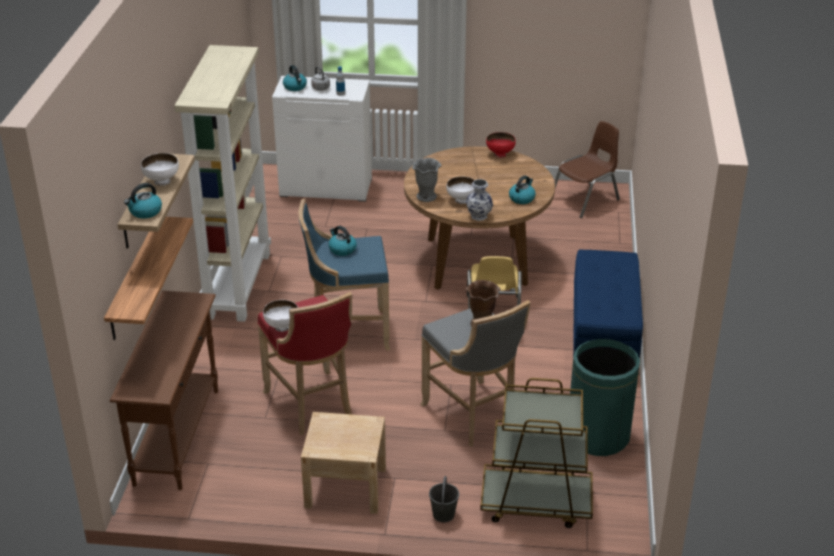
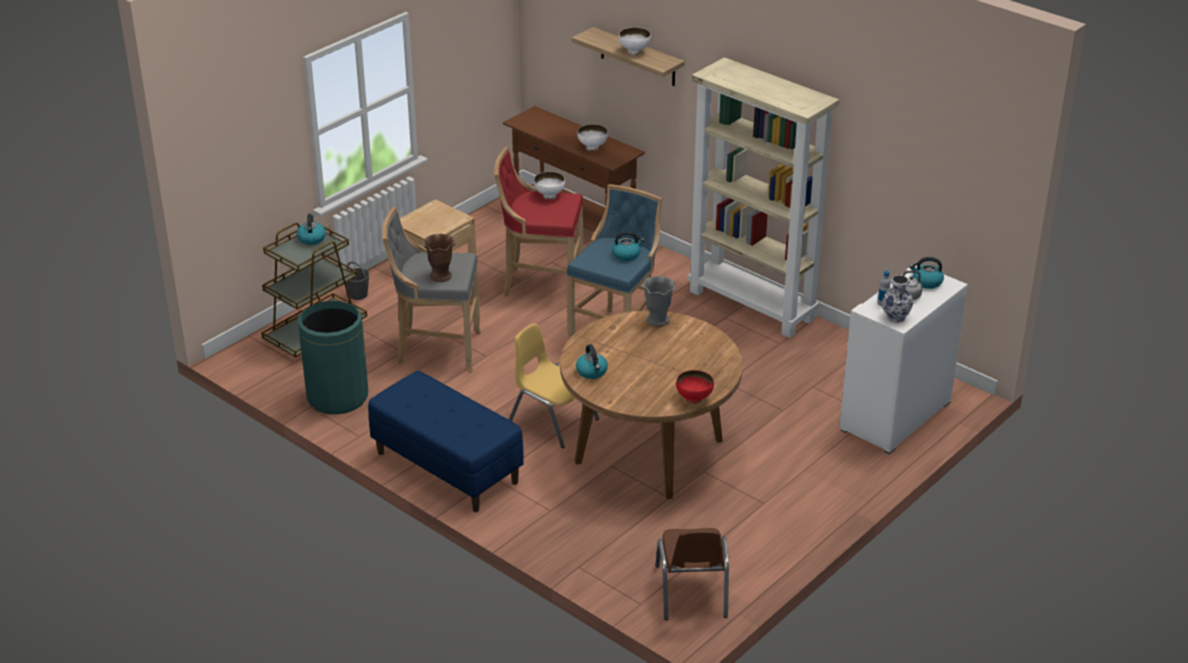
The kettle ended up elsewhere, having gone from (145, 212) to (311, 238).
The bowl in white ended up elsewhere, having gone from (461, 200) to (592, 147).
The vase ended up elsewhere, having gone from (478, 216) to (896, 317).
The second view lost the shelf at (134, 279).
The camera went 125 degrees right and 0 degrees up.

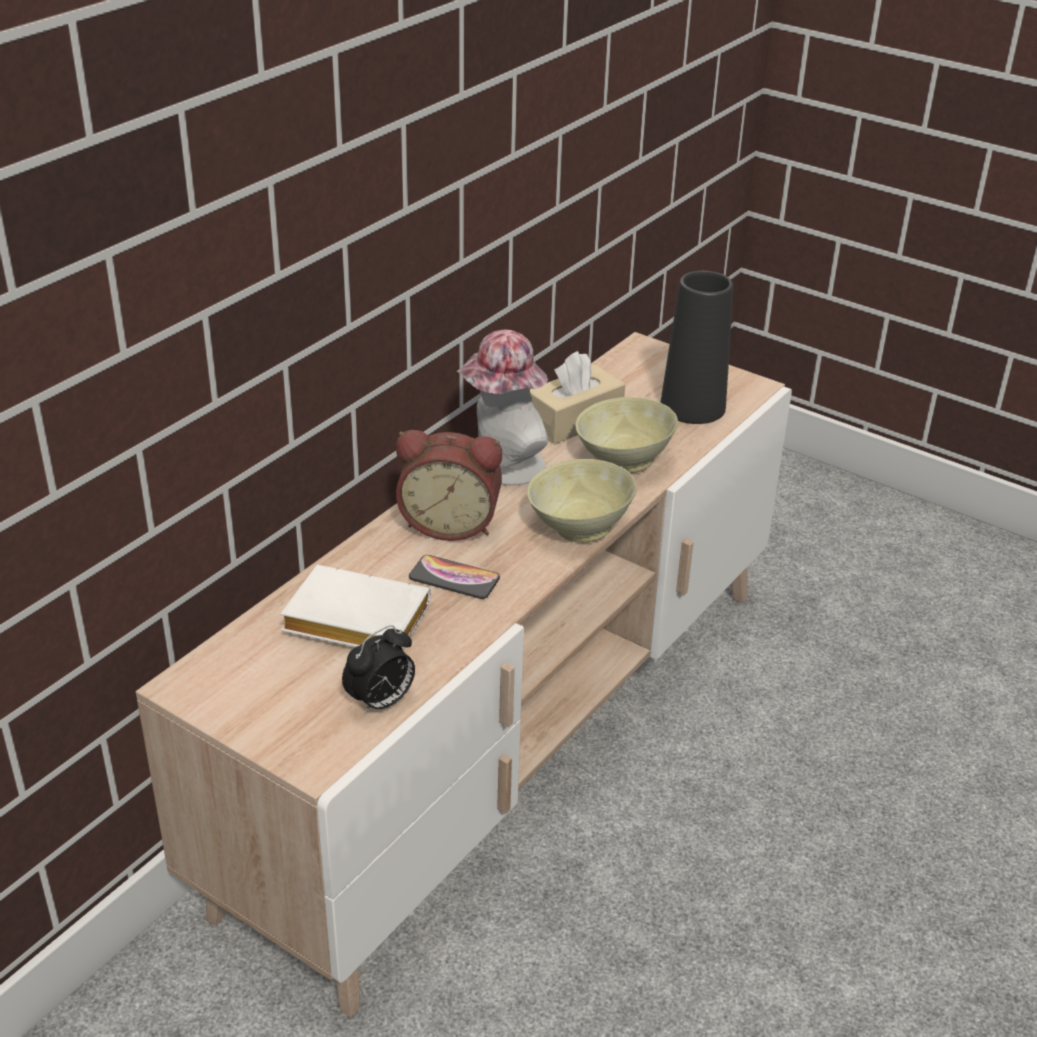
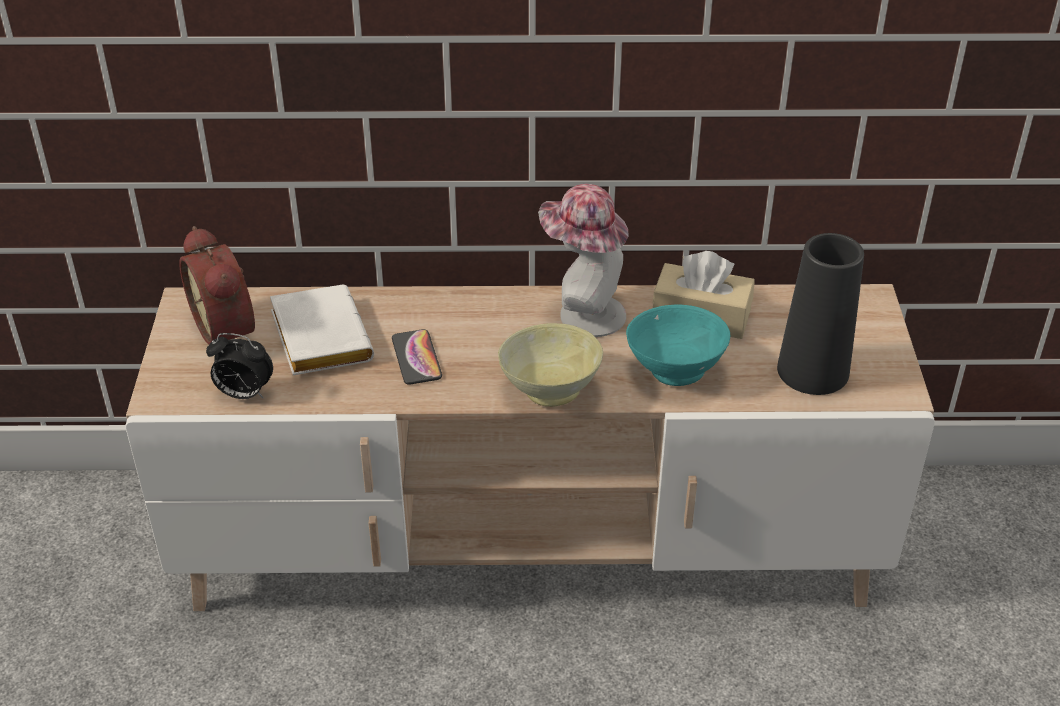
The alarm clock ended up elsewhere, having gone from (450, 523) to (229, 328).
What was the bowl in beige at (622, 460) turned into the bowl in turquoise at (675, 368).
The camera went 55 degrees right and 5 degrees up.

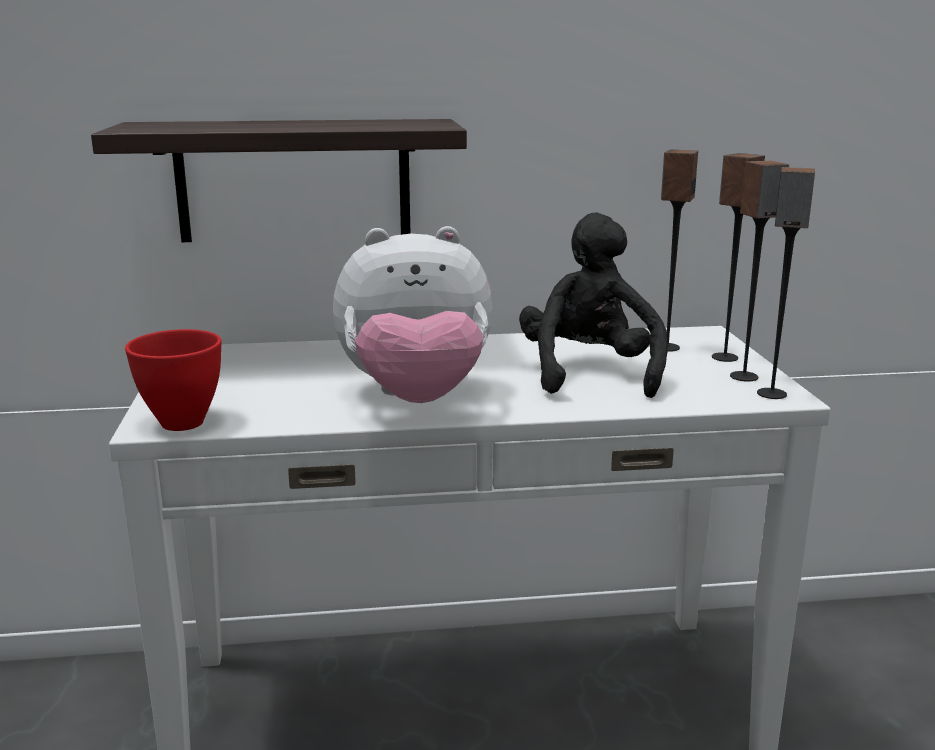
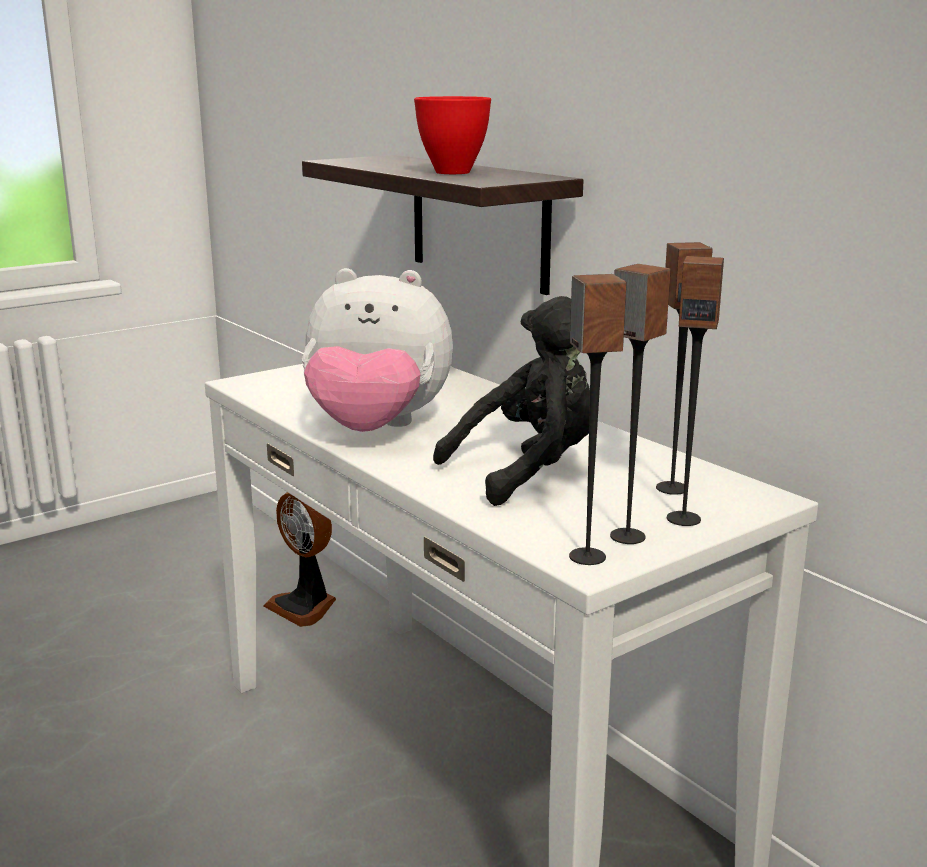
The second view gained the fan at (305, 606).
The plush toy at (416, 399) ended up facing another way, 45 degrees counterclockwise from before.
The bowl in red ended up elsewhere, having gone from (183, 424) to (451, 172).
The camera went 60 degrees right and 0 degrees up.

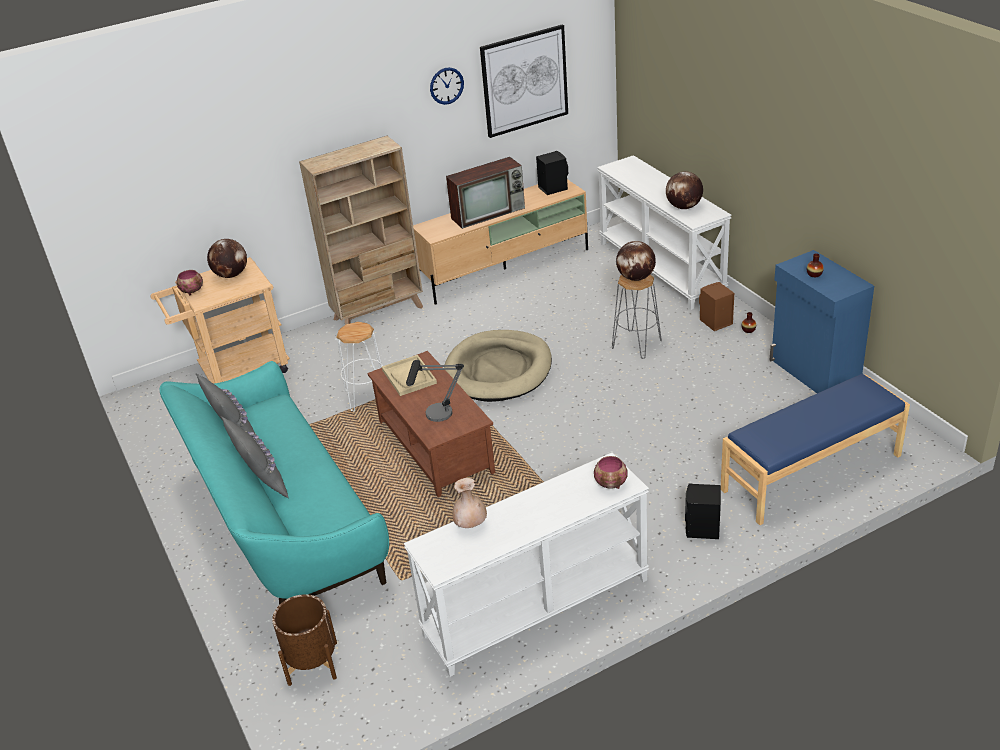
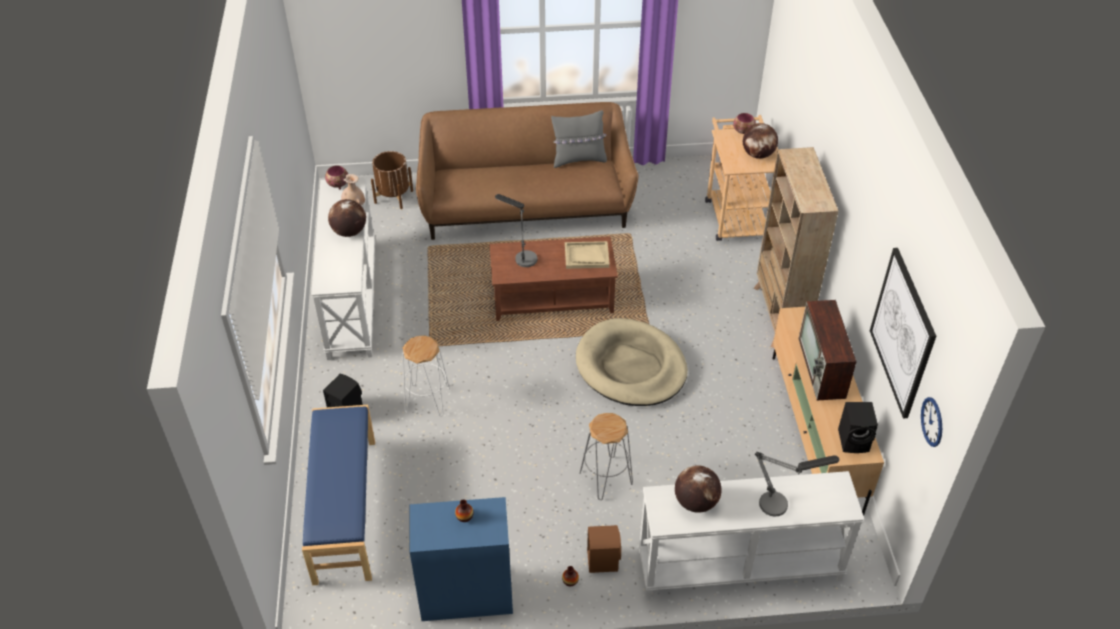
The bowl ended up elsewhere, having gone from (611, 484) to (337, 185).
The globe ended up elsewhere, having gone from (636, 278) to (349, 232).
The stool in white ended up elsewhere, having gone from (367, 397) to (427, 399).
What was the sofa in turquoise at (283, 524) turned into the sofa in brown at (526, 207).
The second view gained the table lamp at (782, 504).
The wall clock ended up elsewhere, having gone from (446, 85) to (932, 421).
The second view lost the pillow in grey at (262, 482).
The camera went 110 degrees right and 10 degrees up.

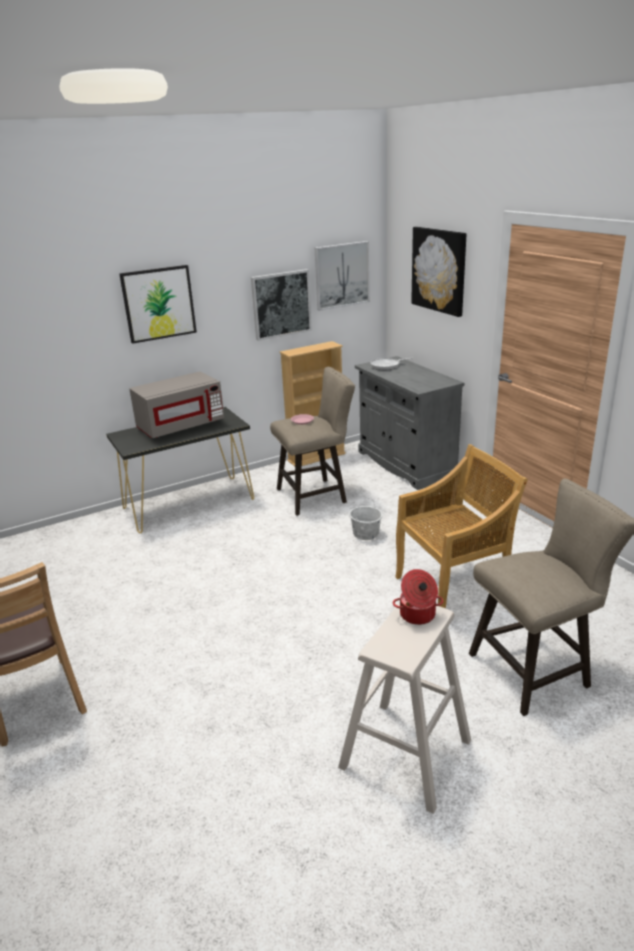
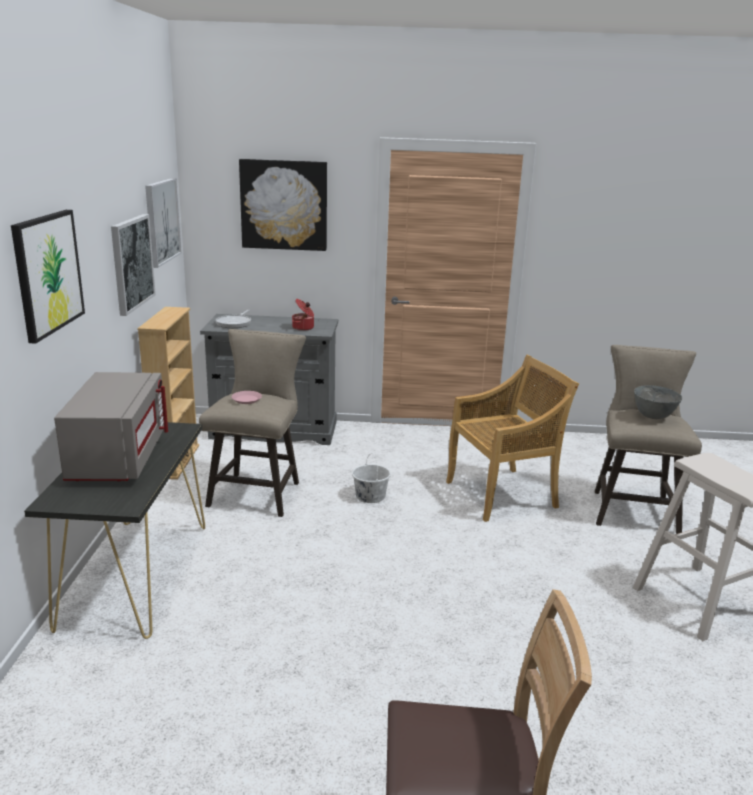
The cooking pot ended up elsewhere, having gone from (417, 615) to (303, 328).
The chair in beige at (453, 587) ended up facing another way, 60 degrees clockwise from before.
The second view gained the bowl in grey at (653, 416).
The camera went 60 degrees left and 5 degrees down.

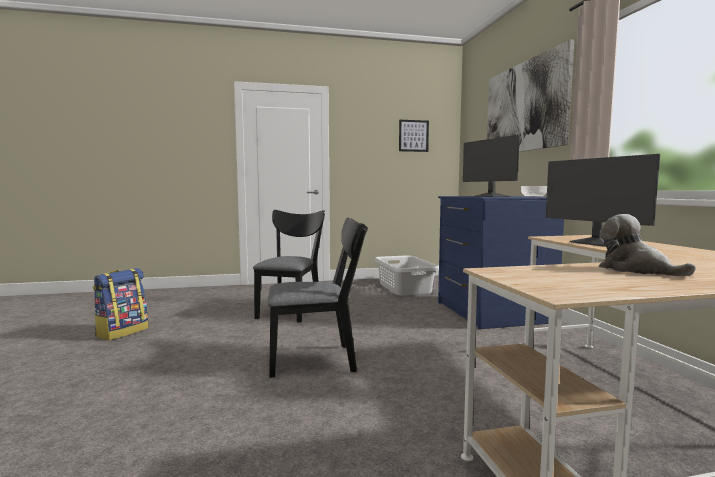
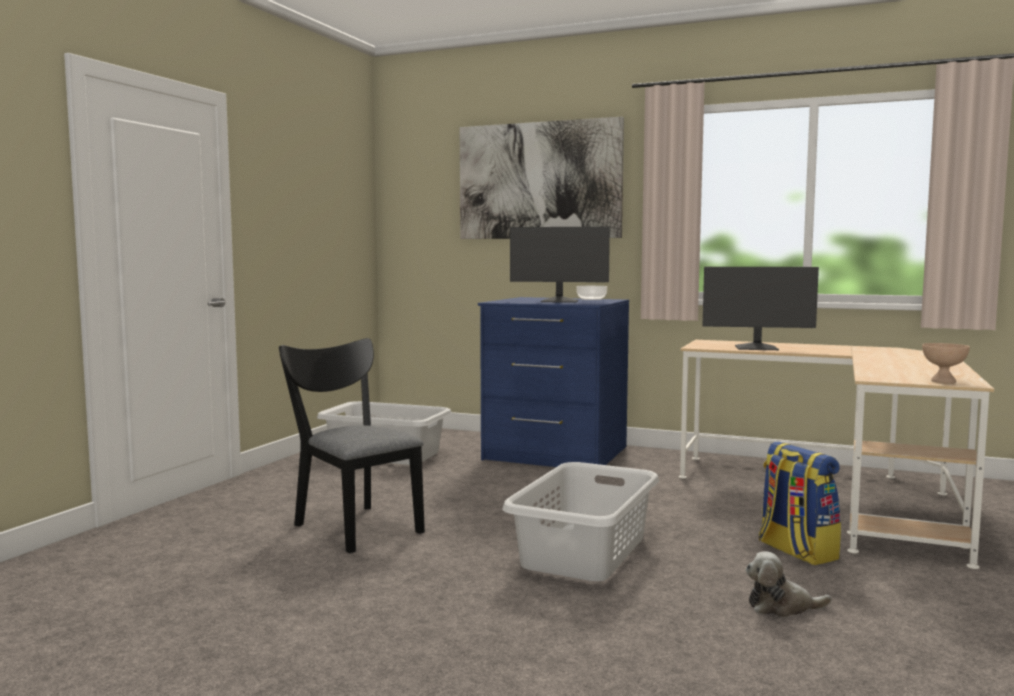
Where the chair in black stood at (319, 360), the laundry basket in grey came to stand at (586, 551).
The plush toy ended up elsewhere, having gone from (636, 270) to (781, 607).
The backpack ended up elsewhere, having gone from (122, 332) to (795, 551).
The second view gained the bowl in beige at (942, 381).
The second view lost the picture at (413, 136).
The camera went 55 degrees left and 0 degrees up.

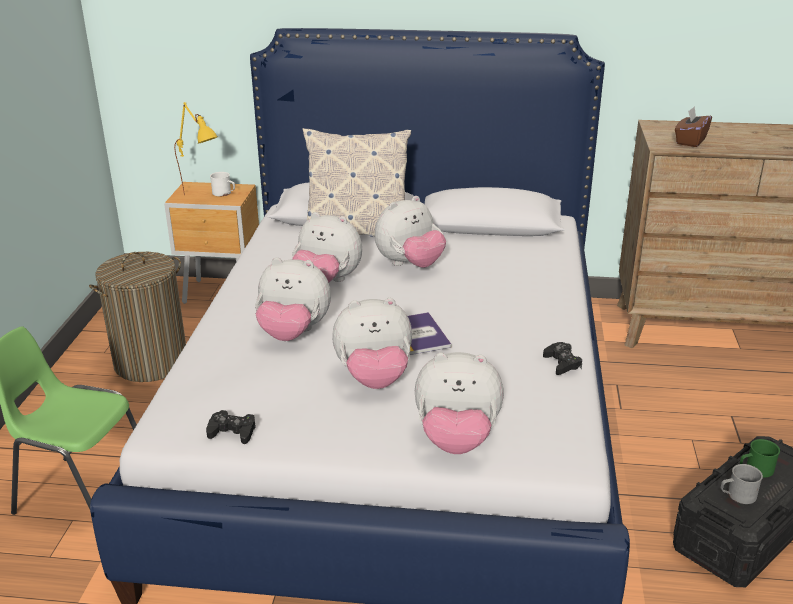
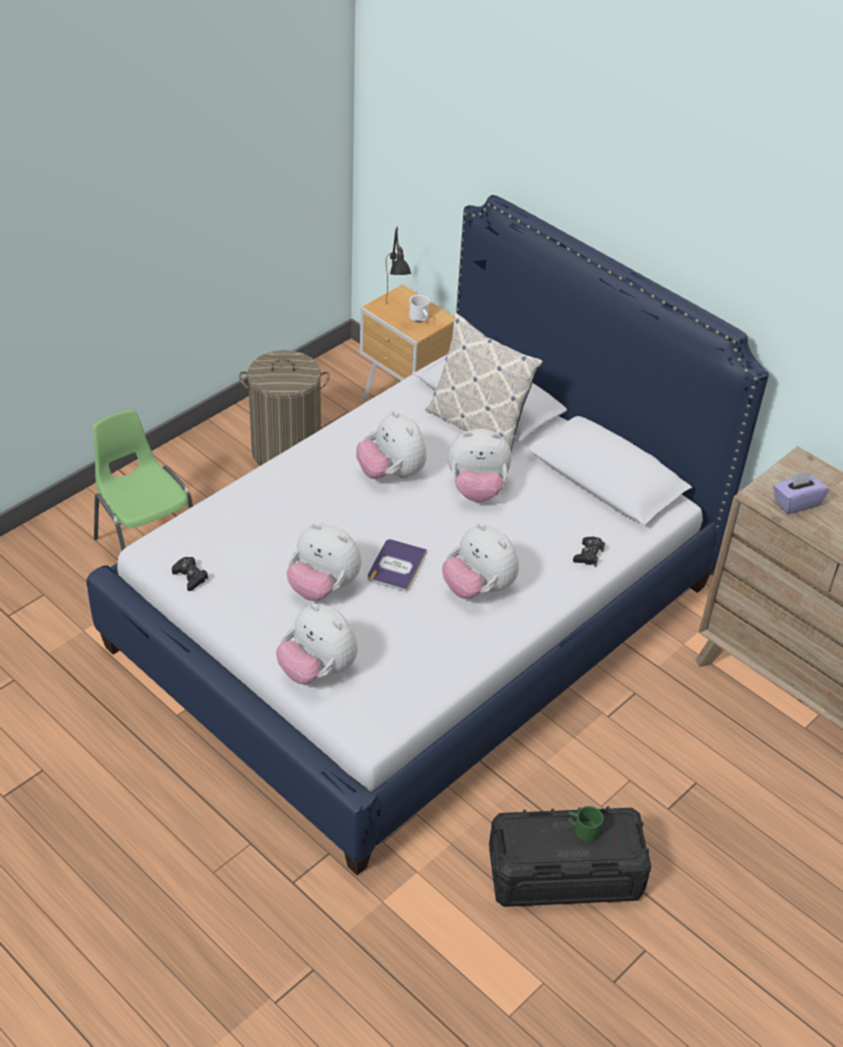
What was the table lamp in yellow at (202, 198) turned into the table lamp in black at (395, 317).
The plush toy ended up elsewhere, having gone from (293, 333) to (478, 588).
The game controller in black ended up elsewhere, having gone from (562, 363) to (588, 555).
What was the tissue box in brown at (690, 141) turned into the tissue box in purple at (796, 503).
The second view lost the mug in grey at (737, 495).
The camera went 35 degrees right and 15 degrees up.

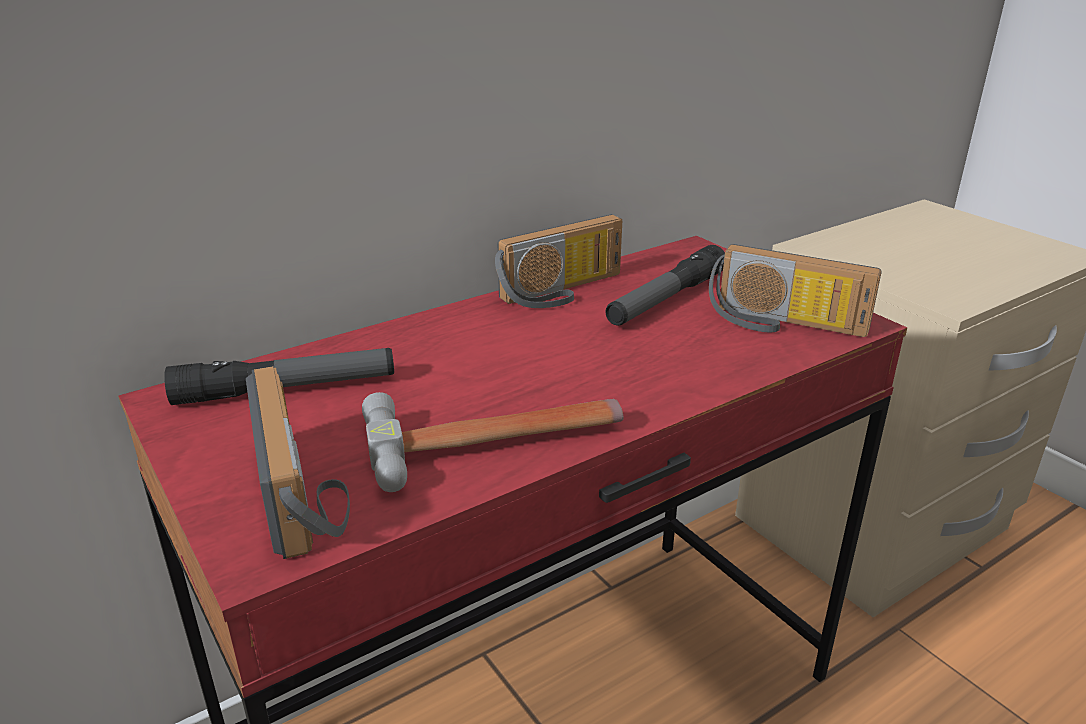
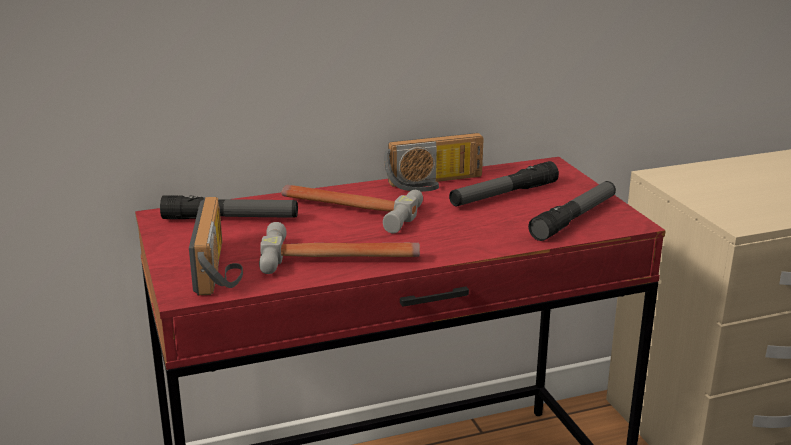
The second view gained the hammer at (347, 210).
Where the radio stood at (783, 324), the flashlight came to stand at (574, 218).
The camera went 15 degrees right and 5 degrees down.

